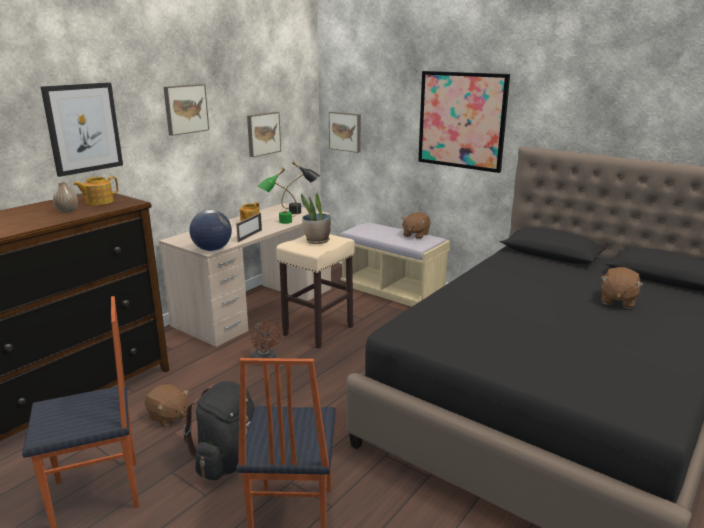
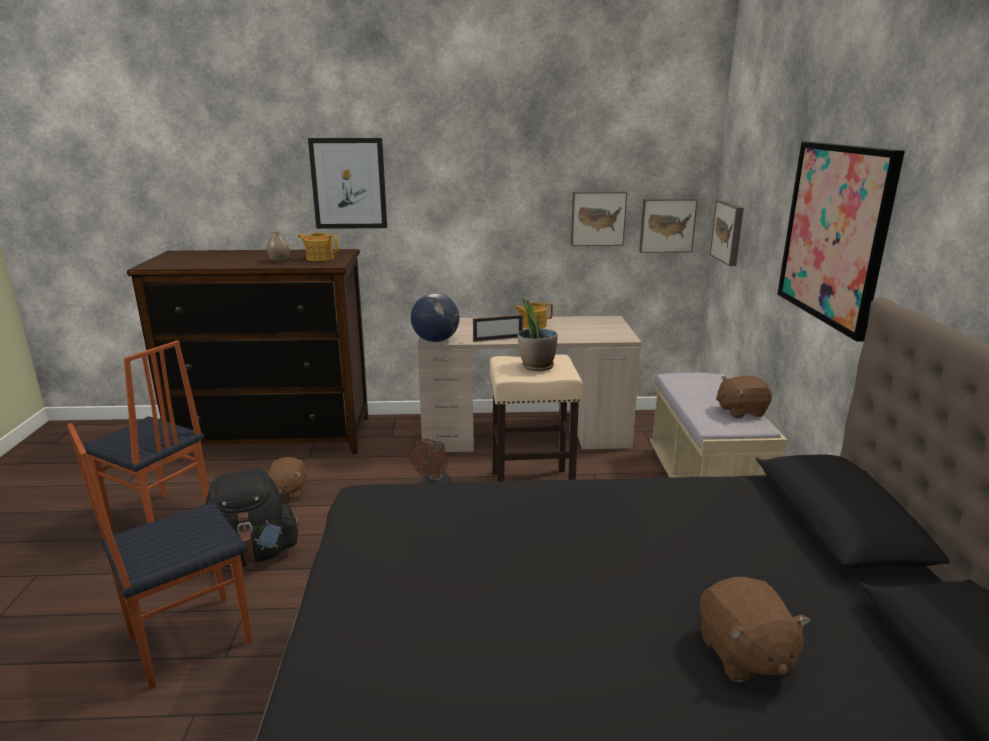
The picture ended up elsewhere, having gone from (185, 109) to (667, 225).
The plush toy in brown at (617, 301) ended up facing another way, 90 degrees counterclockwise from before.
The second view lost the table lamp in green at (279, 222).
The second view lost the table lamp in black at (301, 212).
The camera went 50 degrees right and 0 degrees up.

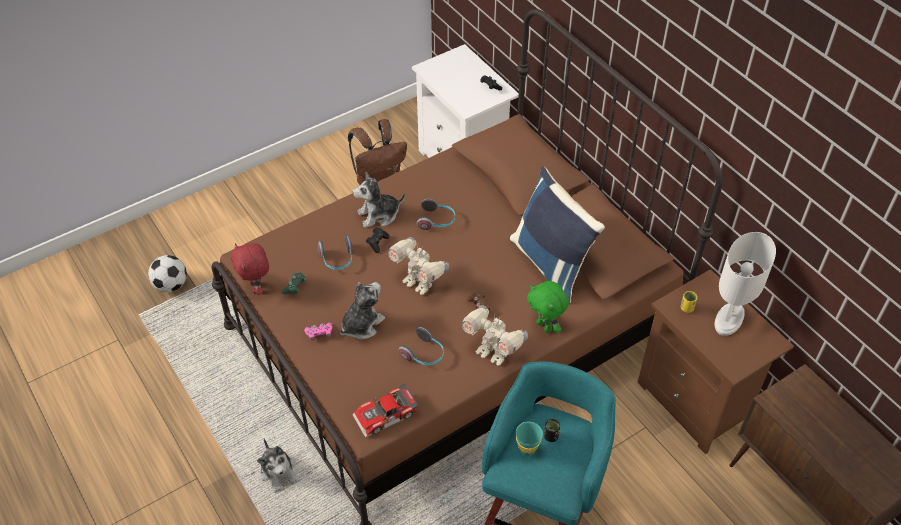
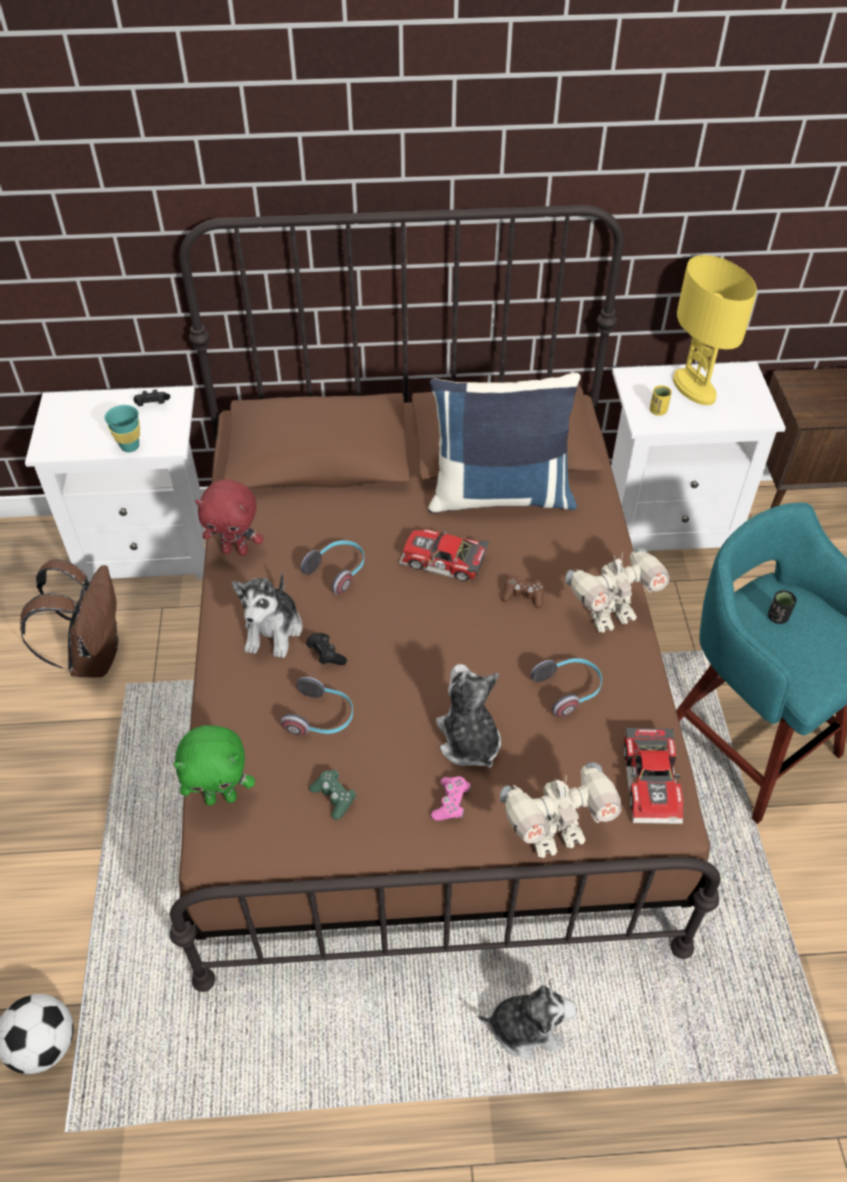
The cup in turquoise ended up elsewhere, having gone from (527, 450) to (130, 446).
The plush toy in green ended up elsewhere, having gone from (545, 326) to (221, 797).
The plush toy in red ended up elsewhere, having gone from (257, 288) to (236, 550).
The second view gained the toy car at (442, 562).
The toy robot ended up elsewhere, having gone from (419, 283) to (554, 835).
What was the nightstand in brown at (696, 402) turned into the nightstand in white at (665, 522).
What was the table lamp in white at (728, 319) turned into the table lamp in yellow at (693, 388).
The camera went 60 degrees left and 0 degrees up.

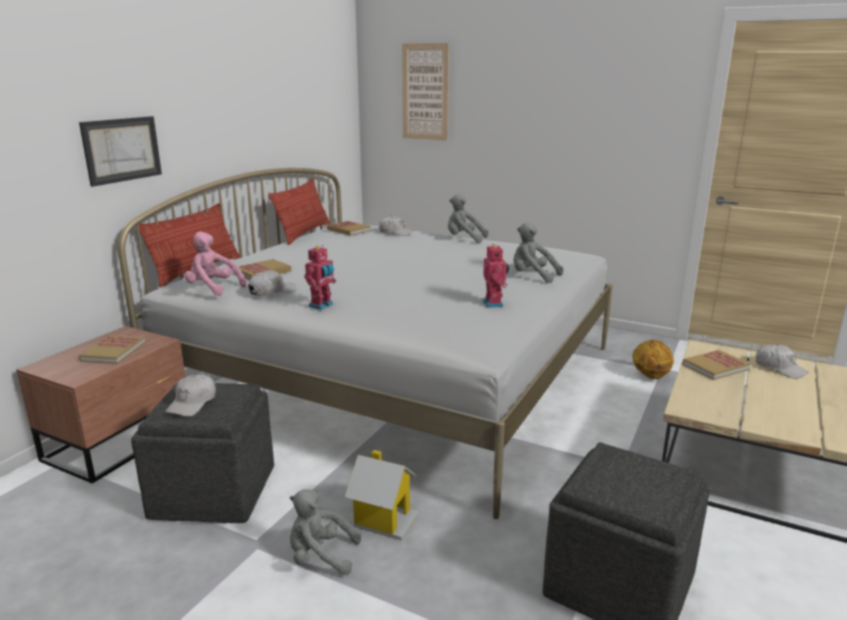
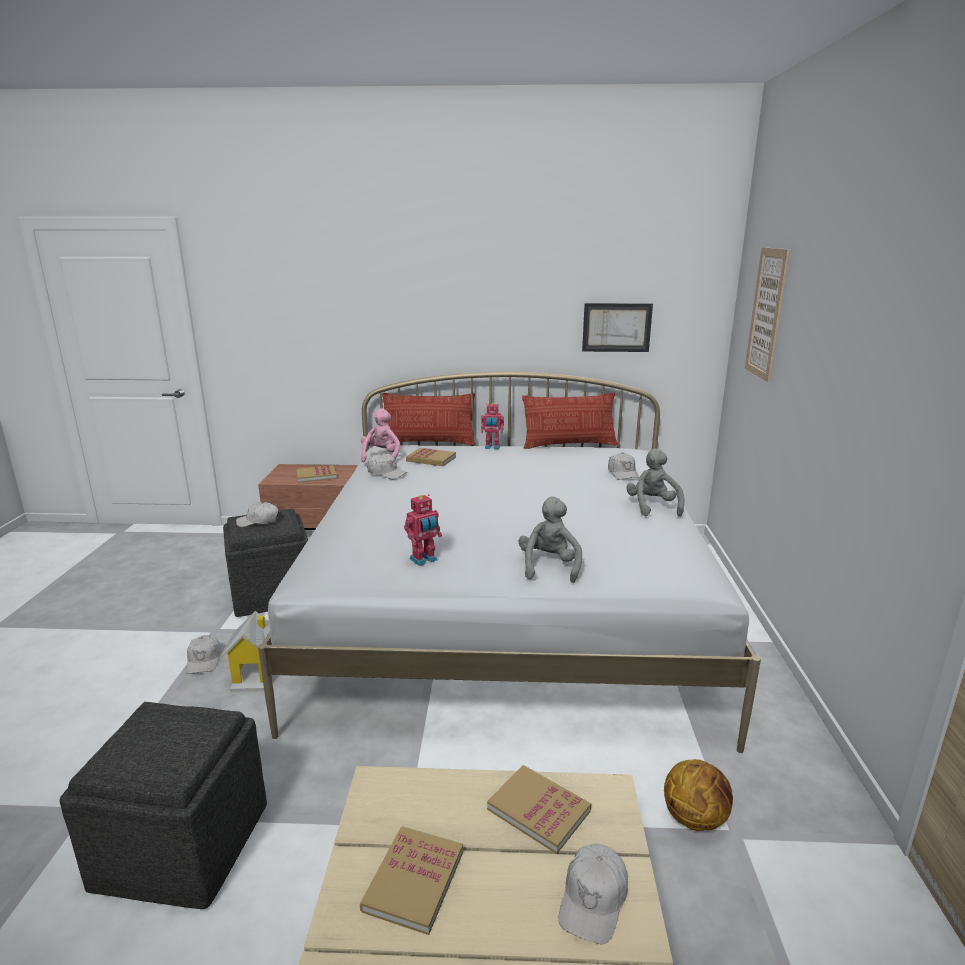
Where the plush toy in grey stood at (320, 557), the cap in white came to stand at (204, 660).
The book ended up elsewhere, having gone from (348, 230) to (414, 880).
The toy robot ended up elsewhere, having gone from (322, 306) to (492, 447).
The picture ended up elsewhere, having gone from (122, 150) to (616, 327).
The camera went 65 degrees right and 0 degrees up.

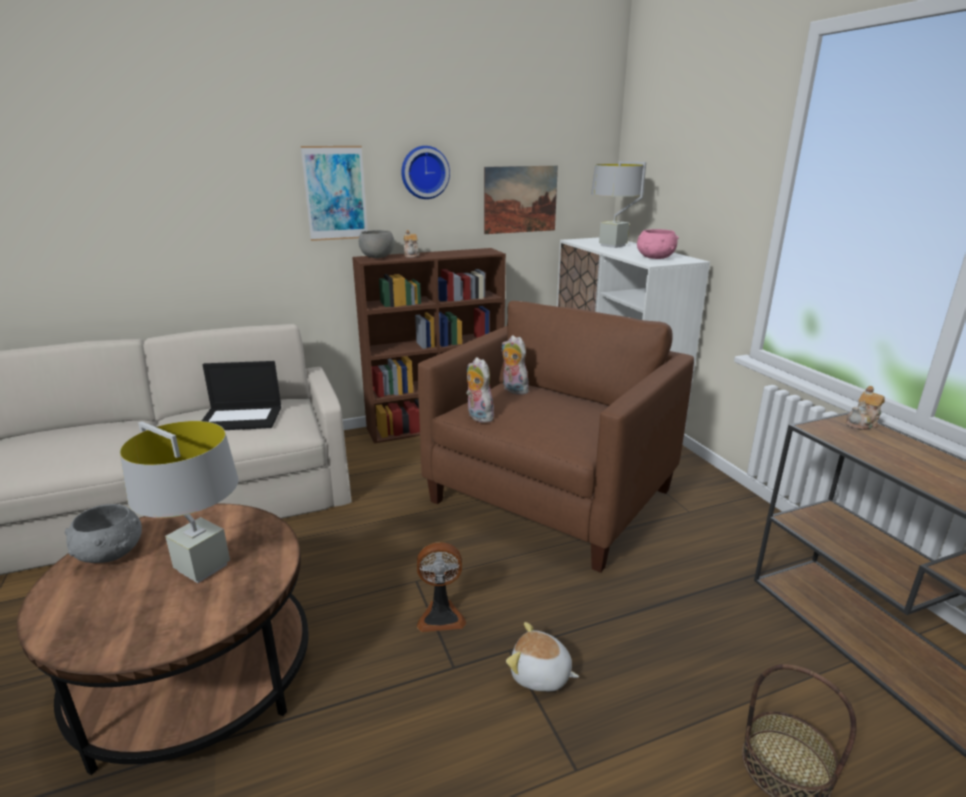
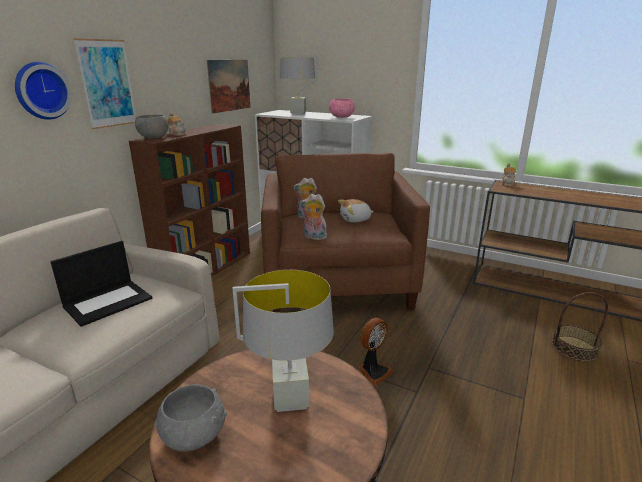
The wall clock ended up elsewhere, having gone from (424, 172) to (41, 90).
The plush toy ended up elsewhere, having gone from (540, 675) to (355, 219).
The camera went 40 degrees left and 0 degrees up.

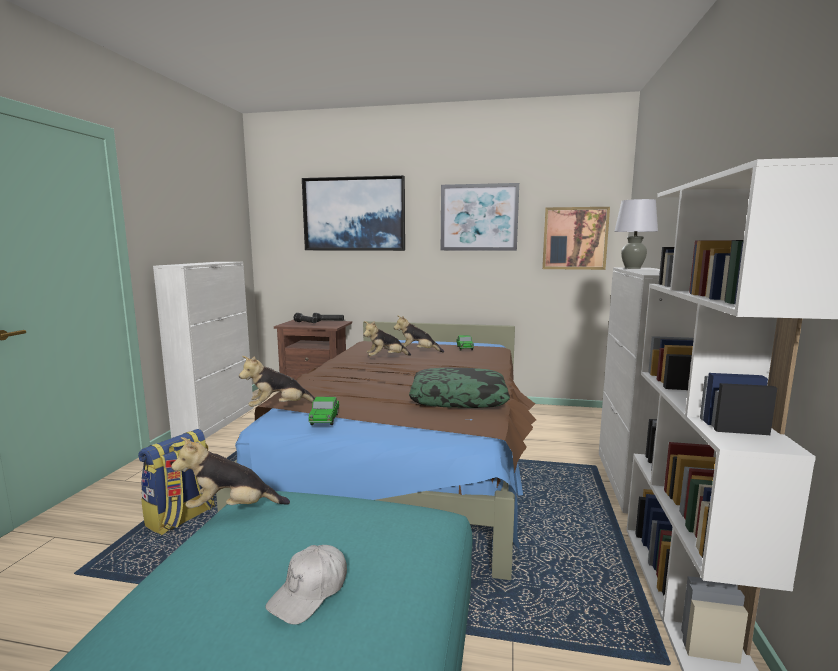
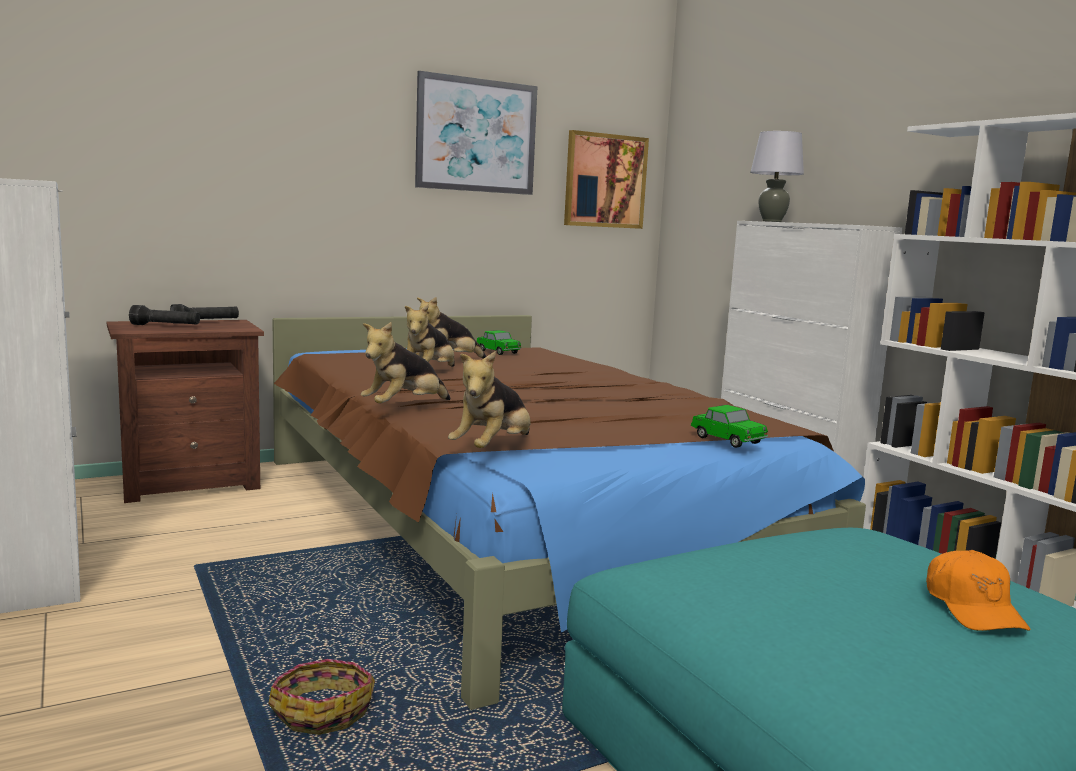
Where the backpack stood at (181, 518), the basket came to stand at (323, 711).
The plush toy ended up elsewhere, having gone from (232, 509) to (404, 407).
The toy car ended up elsewhere, having gone from (324, 419) to (727, 440).
What was the cap in white at (309, 592) turned into the cap in orange at (973, 608).
The second view lost the picture at (354, 214).
The second view lost the pillow at (459, 398).
The camera went 40 degrees left and 0 degrees up.

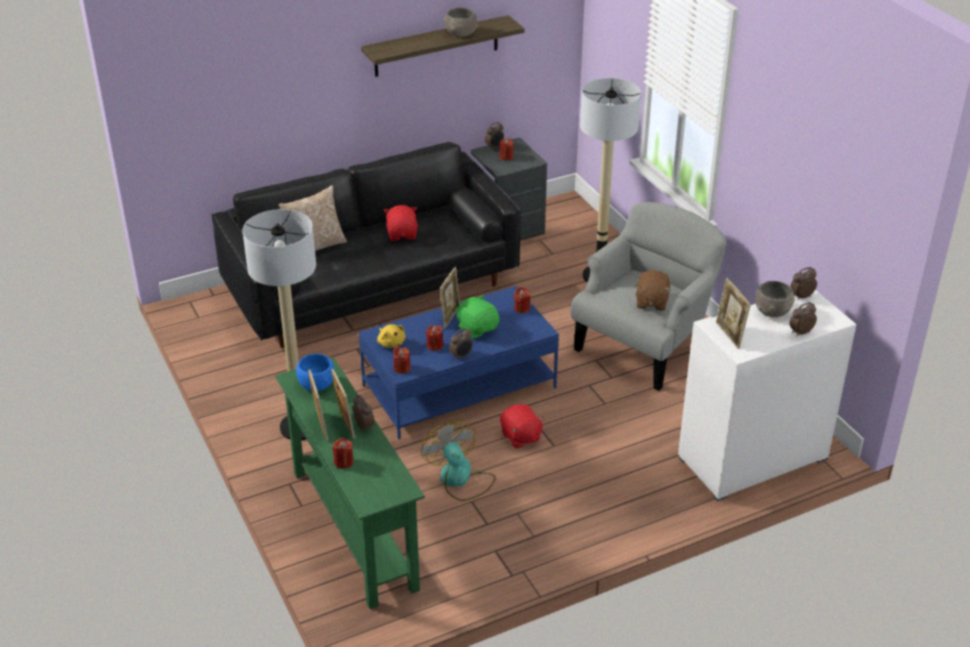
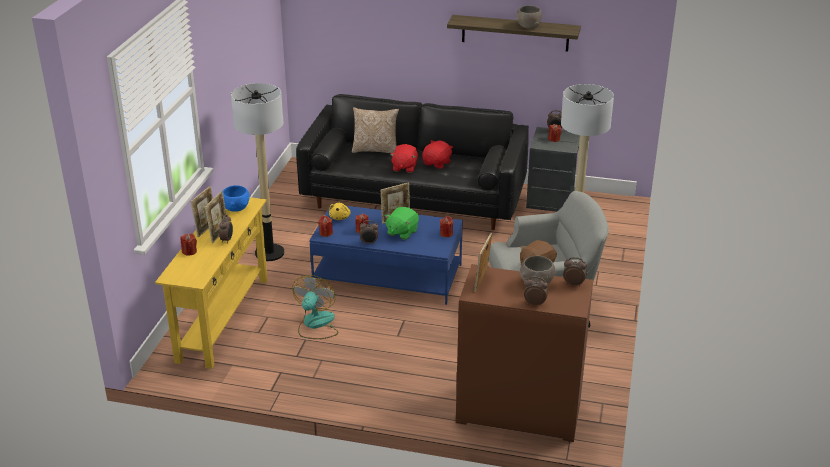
What was the console table in green at (353, 529) turned into the console table in yellow at (222, 319).
The plush toy in green at (477, 328) ended up facing another way, 150 degrees counterclockwise from before.
The plush toy in red ended up elsewhere, having gone from (520, 437) to (404, 167).
What was the cabinet in white at (752, 459) turned into the cabinet in brown at (517, 412).
The camera went 40 degrees right and 5 degrees down.

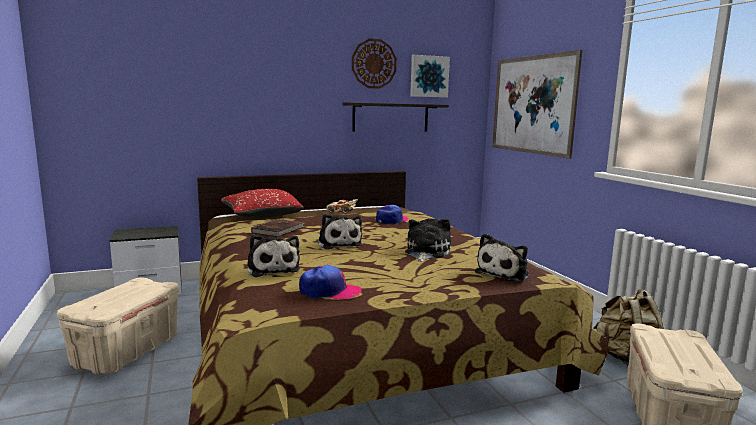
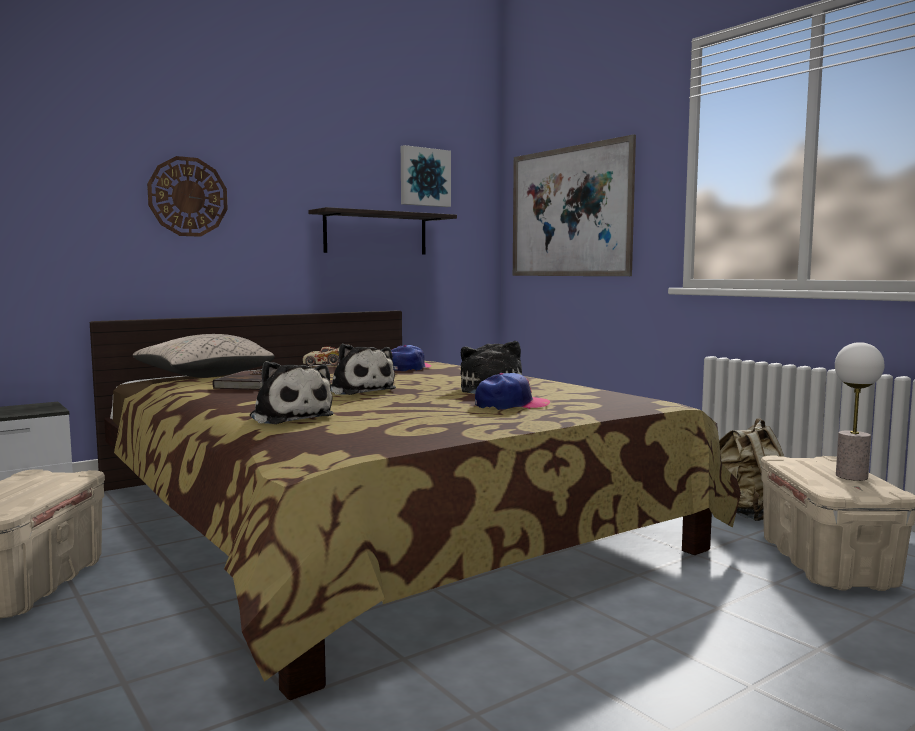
What was the pillow in red at (261, 217) turned into the pillow in beige at (204, 377).
The wall clock ended up elsewhere, having gone from (374, 64) to (188, 197).
The cap ended up elsewhere, having gone from (329, 292) to (511, 405).
The second view gained the table lamp at (851, 476).
The second view lost the plush toy at (504, 273).
The camera went 15 degrees left and 5 degrees down.

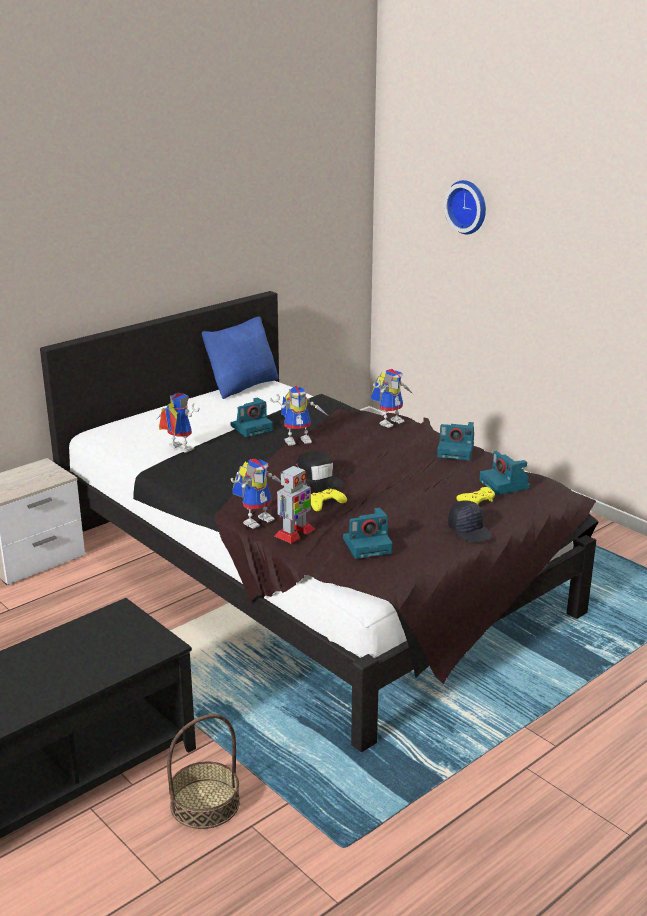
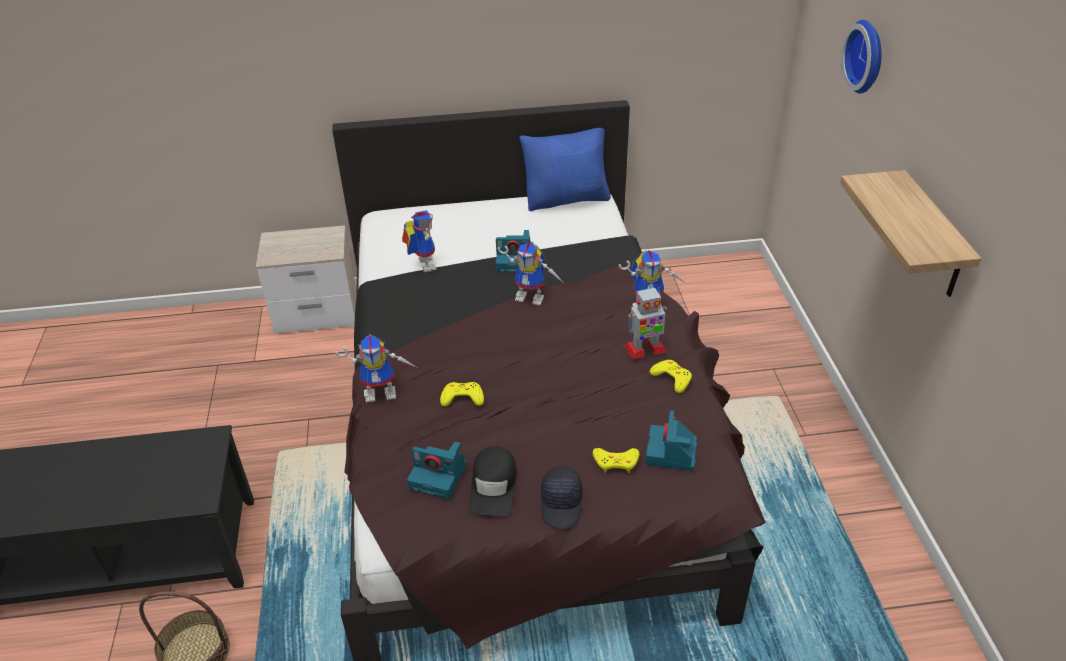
The cap in black ended up elsewhere, having gone from (318, 478) to (493, 487).
The toy robot ended up elsewhere, having gone from (294, 533) to (645, 349).
Where the photo camera stood at (456, 451), the game controller in yellow came to stand at (672, 378).
The second view gained the shelf at (932, 237).
The camera went 35 degrees right and 15 degrees up.

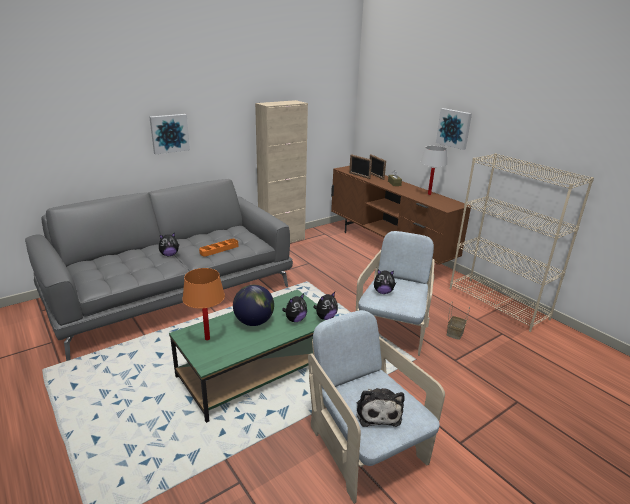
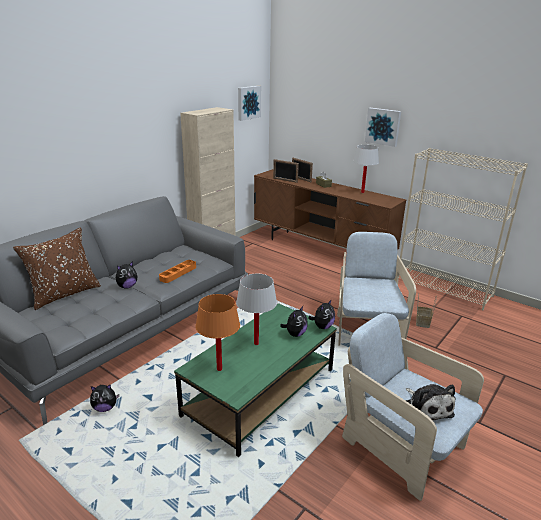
The second view gained the pillow in brown at (64, 294).
The plush toy ended up elsewhere, having gone from (383, 292) to (105, 408).
Where the globe stood at (254, 322), the table lamp in white came to stand at (256, 343).
The picture ended up elsewhere, having gone from (169, 133) to (248, 102).
The camera went 15 degrees left and 0 degrees up.

